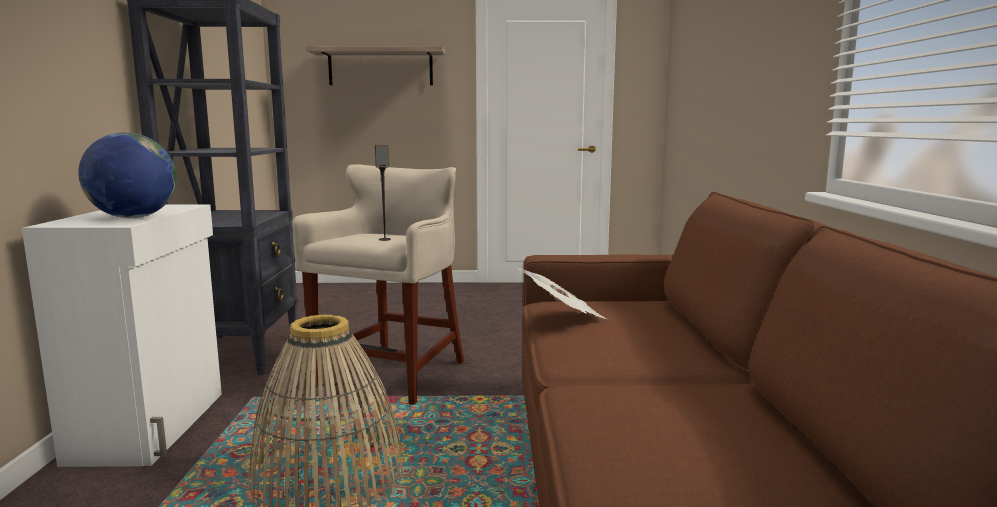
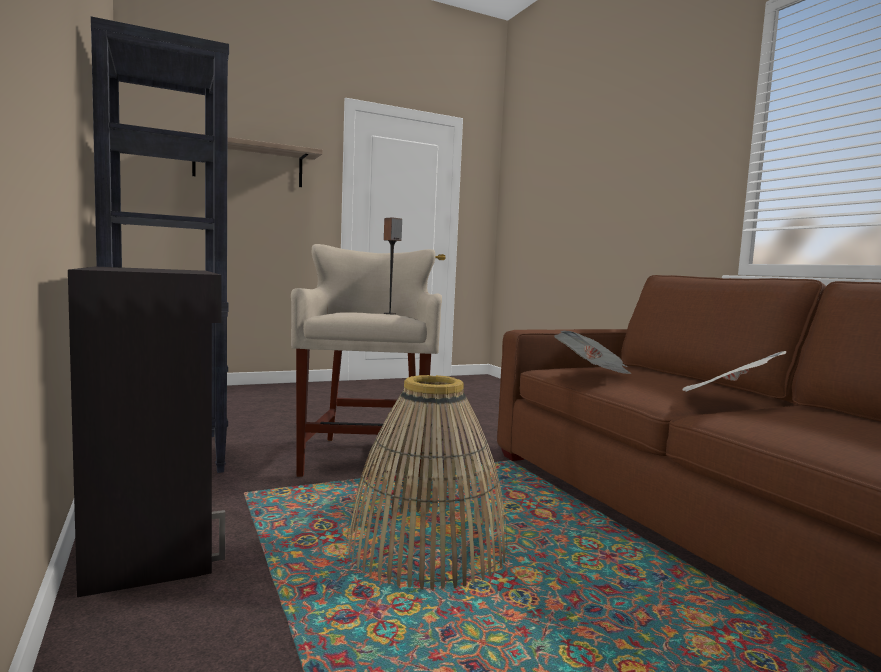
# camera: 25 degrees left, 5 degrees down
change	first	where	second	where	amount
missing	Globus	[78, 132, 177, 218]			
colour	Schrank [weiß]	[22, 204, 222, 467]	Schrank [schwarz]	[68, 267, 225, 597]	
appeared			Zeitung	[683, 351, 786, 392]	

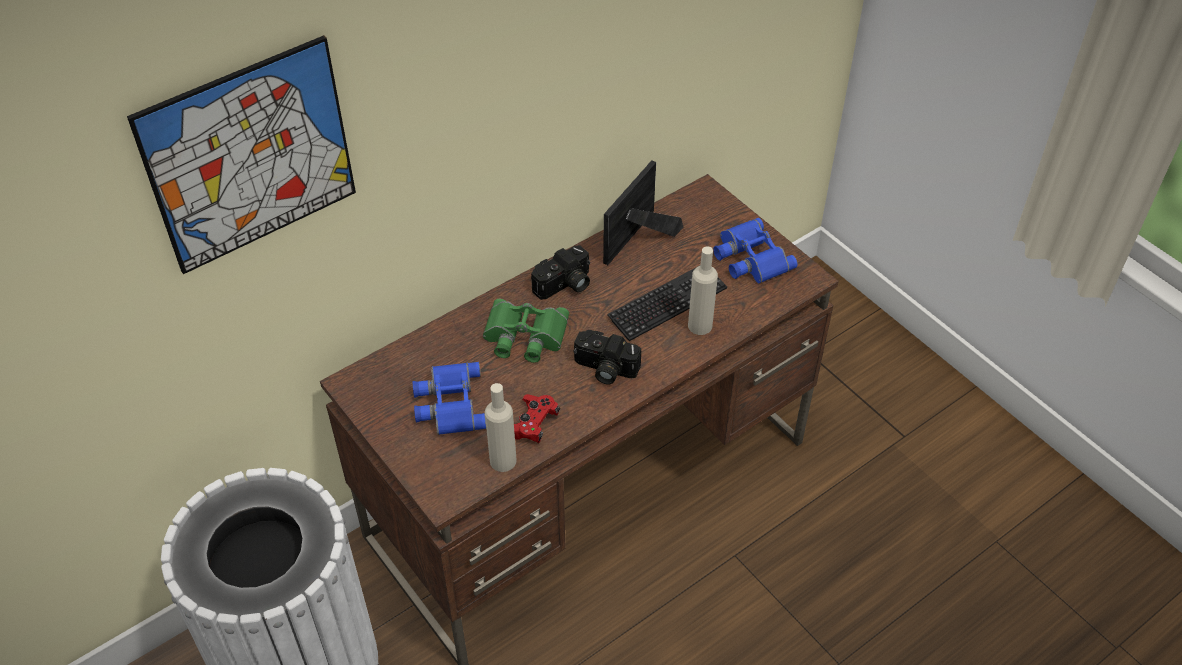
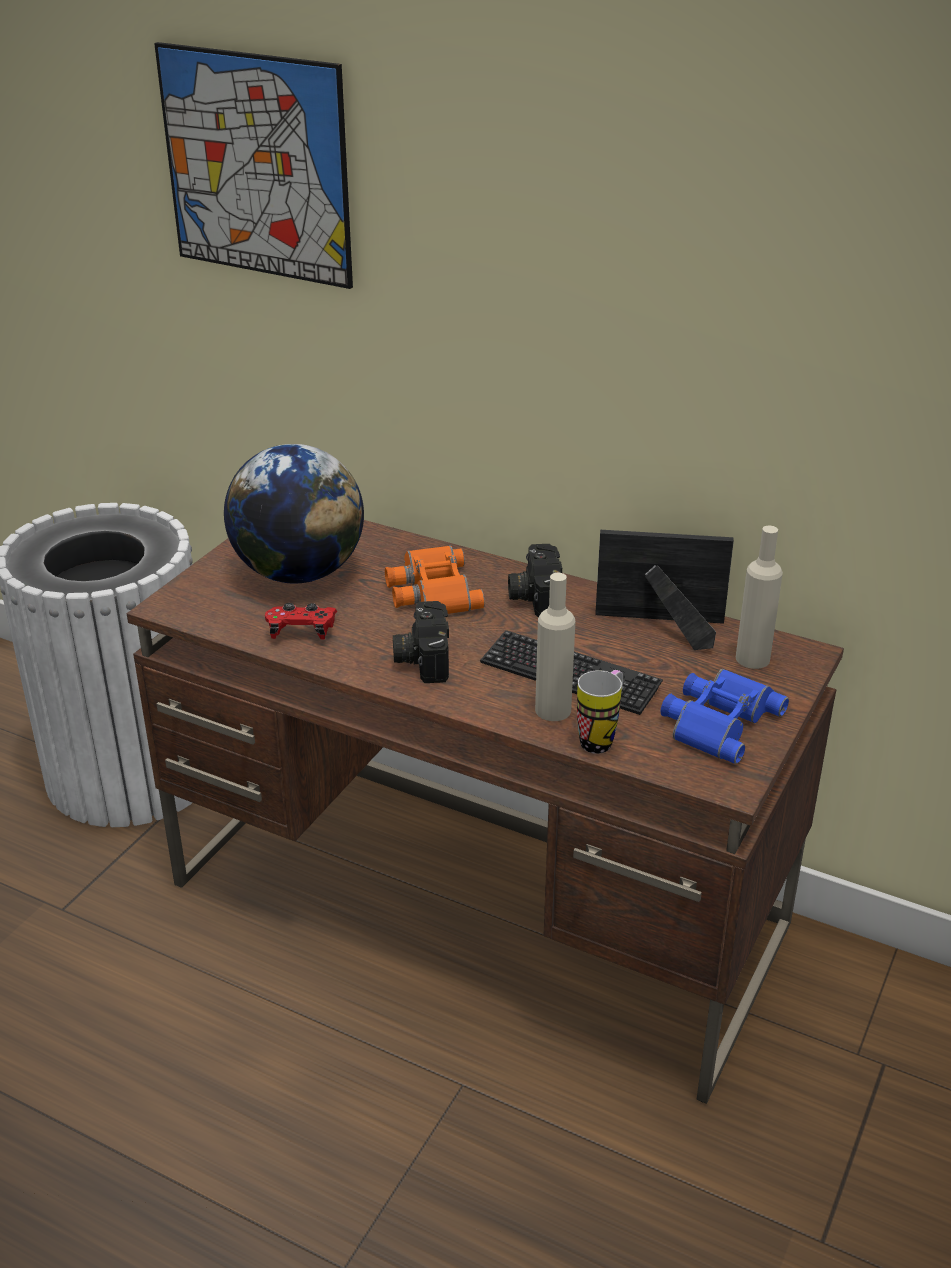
# camera: 65 degrees right, 15 degrees down
change	first	where	second	where	amount
spun	Kamera	[531, 245, 590, 300]		[508, 544, 562, 618]	60 degrees clockwise
colour	Fernglas [grün]	[483, 299, 569, 363]	Fernglas [orange]	[385, 545, 485, 614]	
exchanged	Fernglas [blau]	[413, 362, 486, 435]	Globus	[224, 444, 364, 584]	
relocated	Flasche [beige]	[485, 383, 517, 472]		[736, 526, 783, 669]	
appeared			Henkelbecher	[577, 670, 623, 754]	

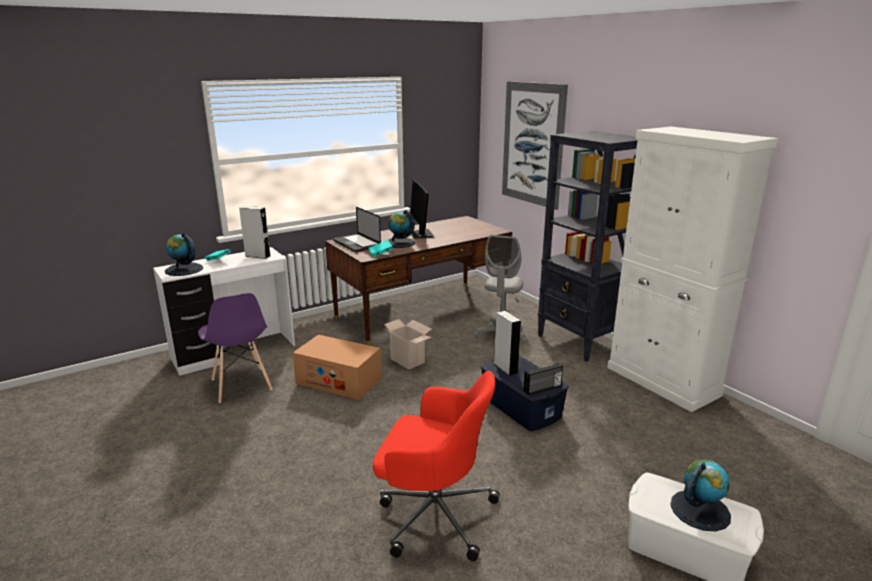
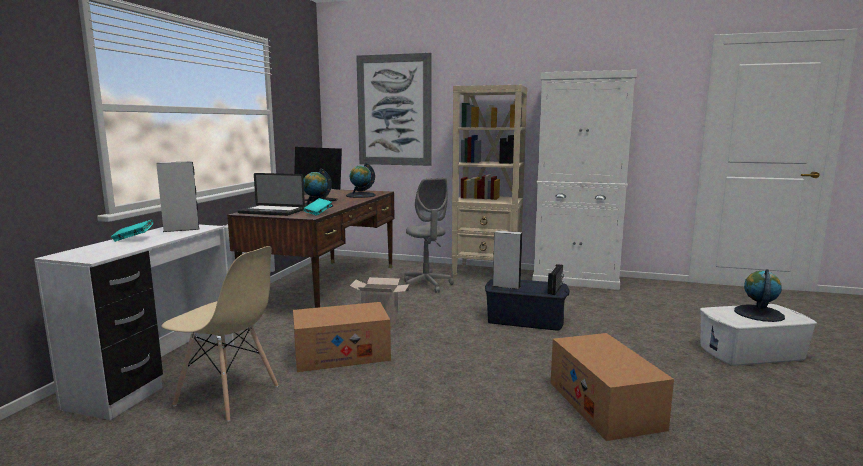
# camera: 40 degrees left, 10 degrees down
change	first	where	second	where	amount
colour	Bücherregal [schwarz]	[538, 131, 637, 362]	Bücherregal [beige]	[452, 85, 527, 278]	
relocated	Globus	[165, 232, 203, 276]		[346, 163, 376, 198]	
colour	Stuhl [lila]	[198, 293, 273, 403]	Stuhl [beige]	[161, 246, 278, 422]	
exchanged	Bürostuhl [rot]	[373, 371, 500, 561]	Karton	[551, 333, 674, 441]	

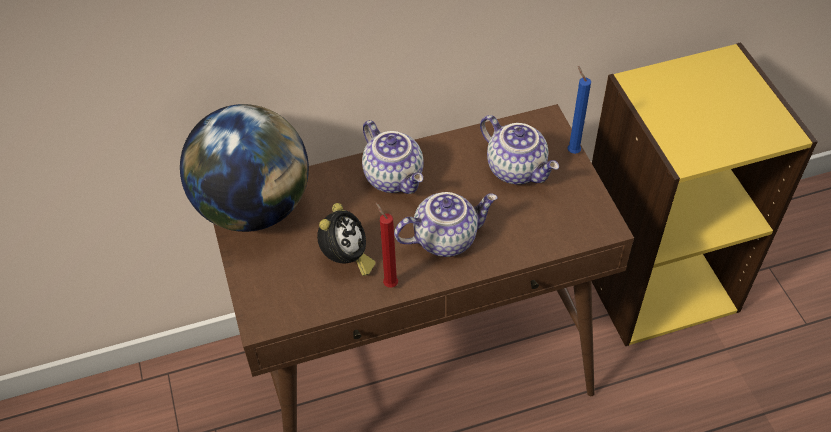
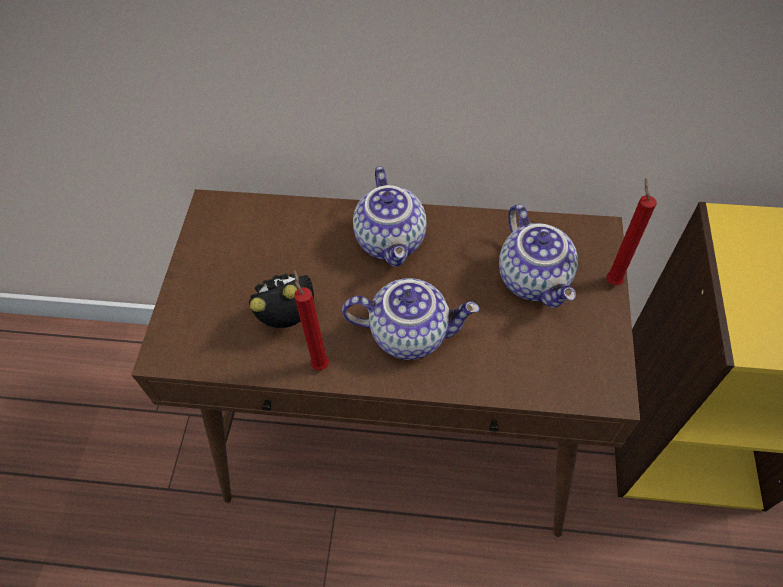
# camera: 25 degrees right, 5 degrees up
change	first	where	second	where	amount
colour	Kerze [blau]	[567, 66, 591, 154]	Kerze [rot]	[606, 178, 657, 285]	
missing	Globus	[180, 104, 309, 232]			
spun	Wecker	[317, 203, 376, 276]		[249, 273, 314, 328]	150 degrees counterclockwise

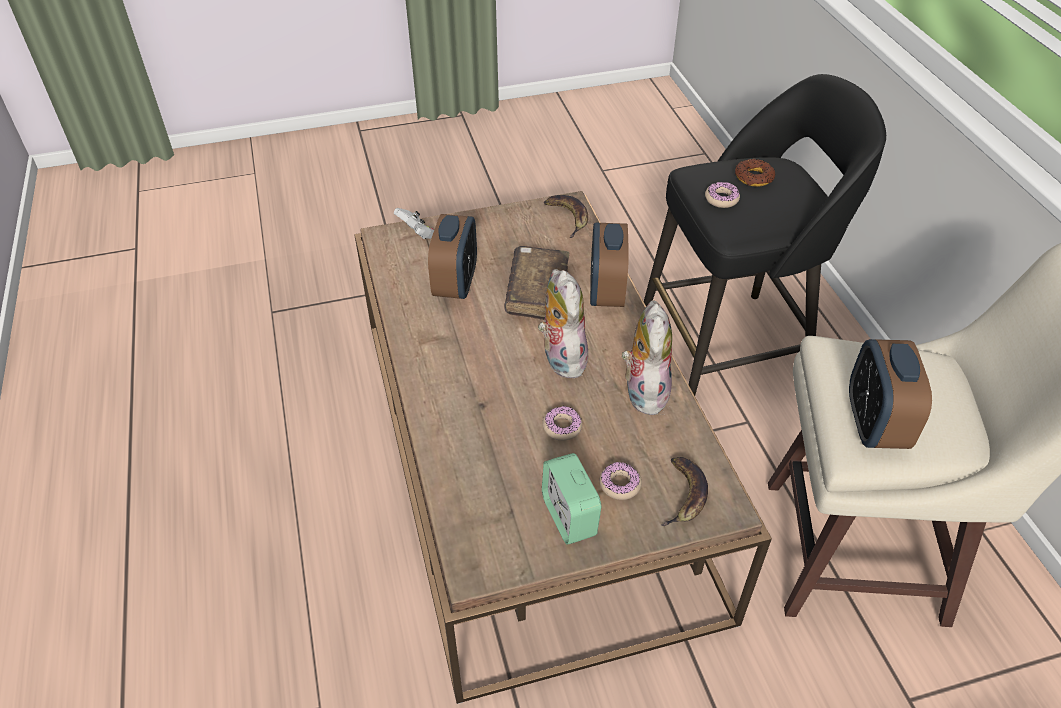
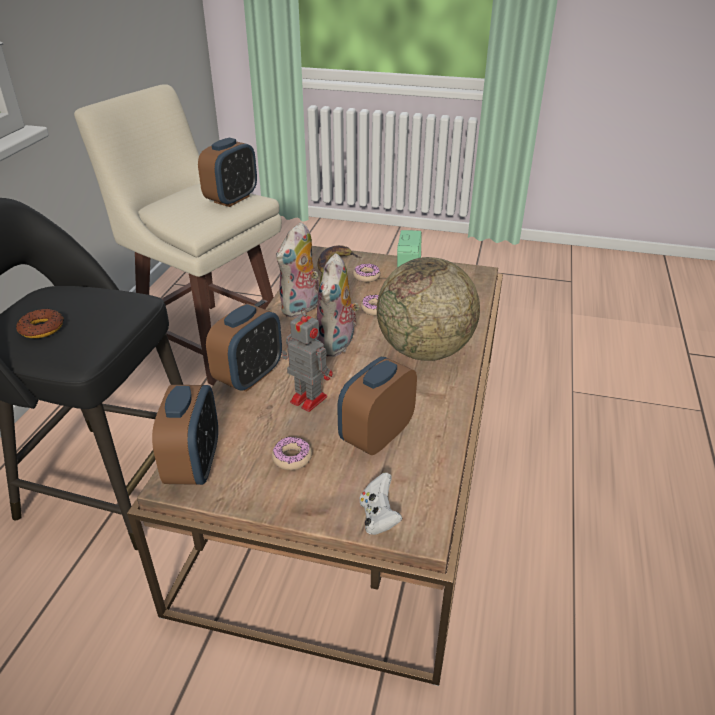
# camera: 150 degrees left, 10 degrees down
change	first	where	second	where	amount
relocated	Donut	[705, 182, 740, 208]		[272, 437, 312, 470]	
exchanged	Banane	[544, 195, 588, 238]	Wecker	[152, 385, 218, 485]	
exchanged	Buch [braun]	[504, 246, 569, 320]	Spielzeugroboter	[282, 308, 333, 412]	
appeared			Globus	[377, 257, 480, 361]	

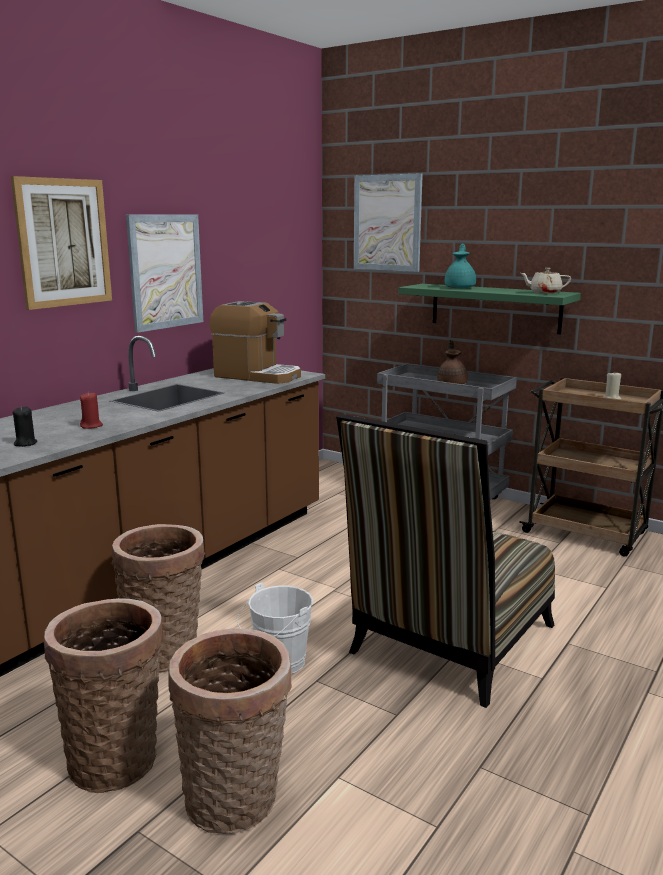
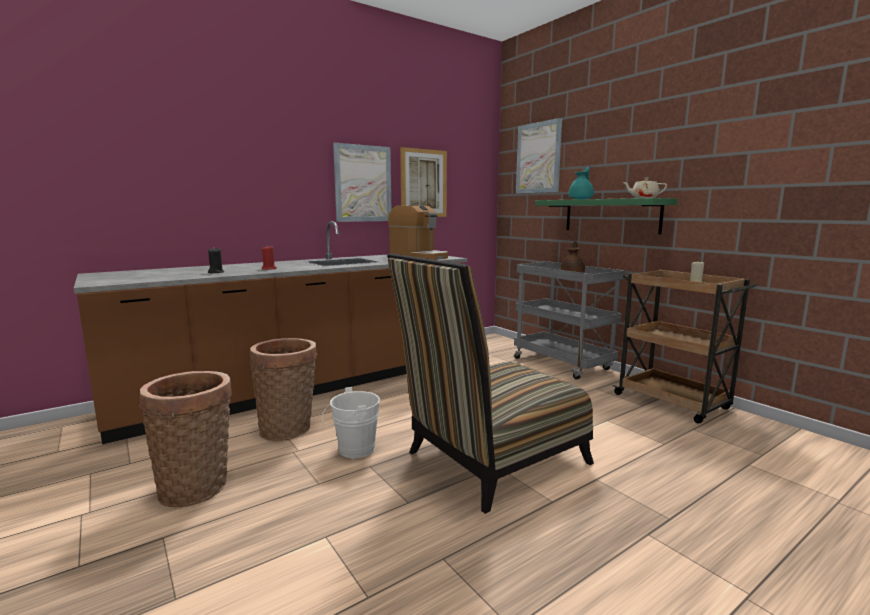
# camera: 20 degrees right, 5 degrees down
change	first	where	second	where	amount
relocated	Bild	[11, 176, 112, 310]		[400, 147, 447, 217]	
missing	Korb	[168, 629, 292, 834]			

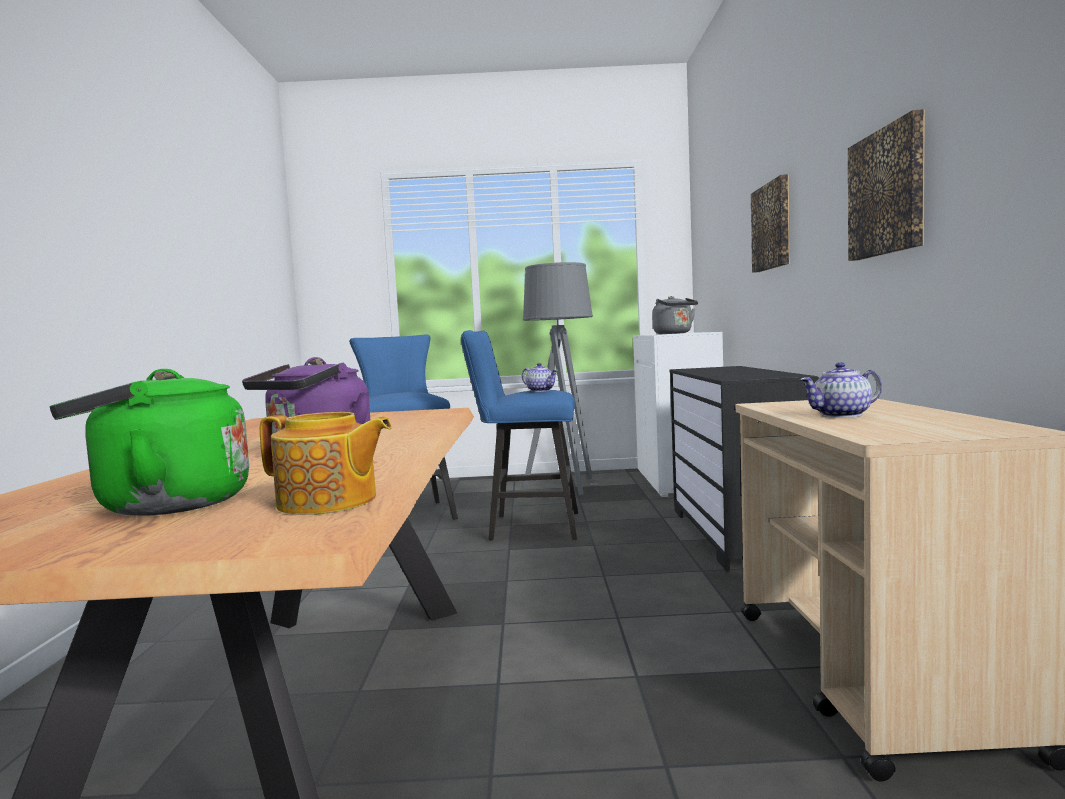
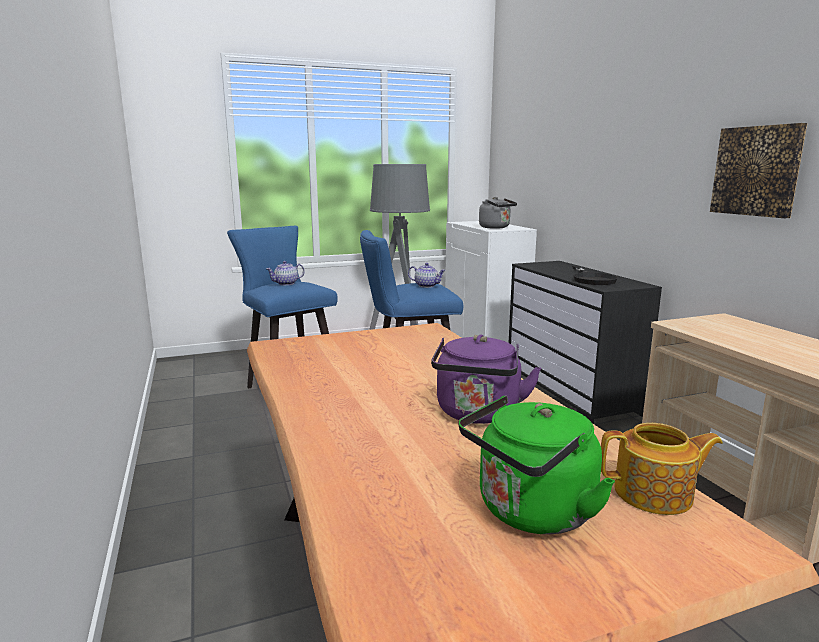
# camera: 20 degrees left, 10 degrees up
change	first	where	second	where	amount
missing	Bild	[751, 174, 790, 273]			
relocated	Teekanne	[799, 362, 882, 418]		[266, 261, 305, 285]	
appeared			Pfanne [schwarz]	[572, 266, 618, 285]	

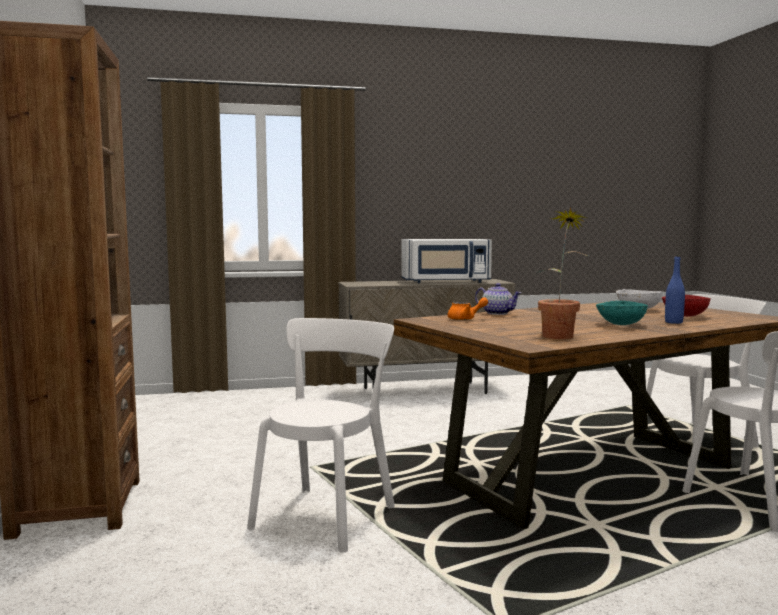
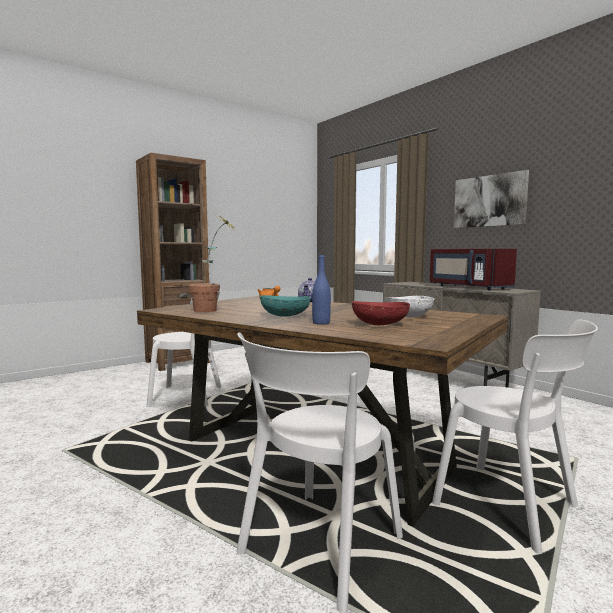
# camera: 65 degrees right, 0 degrees up
change	first	where	second	where	amount
colour	Mikrowelle [weiß]	[401, 239, 492, 283]	Mikrowelle [rot]	[430, 249, 517, 290]	
appeared			Bild	[454, 170, 529, 228]	

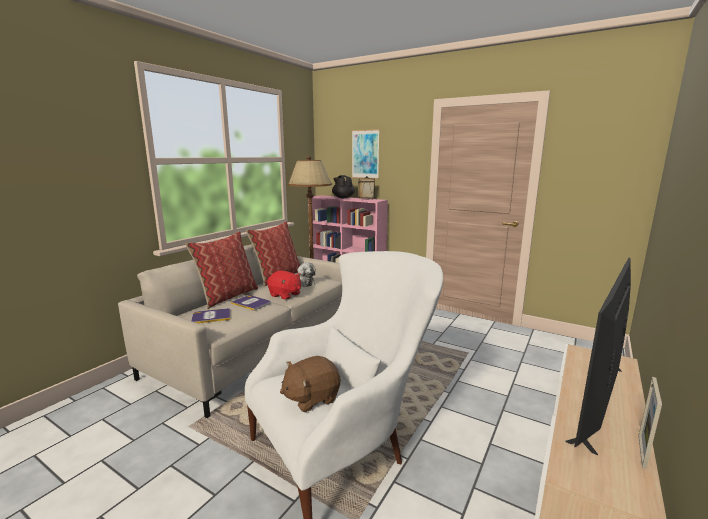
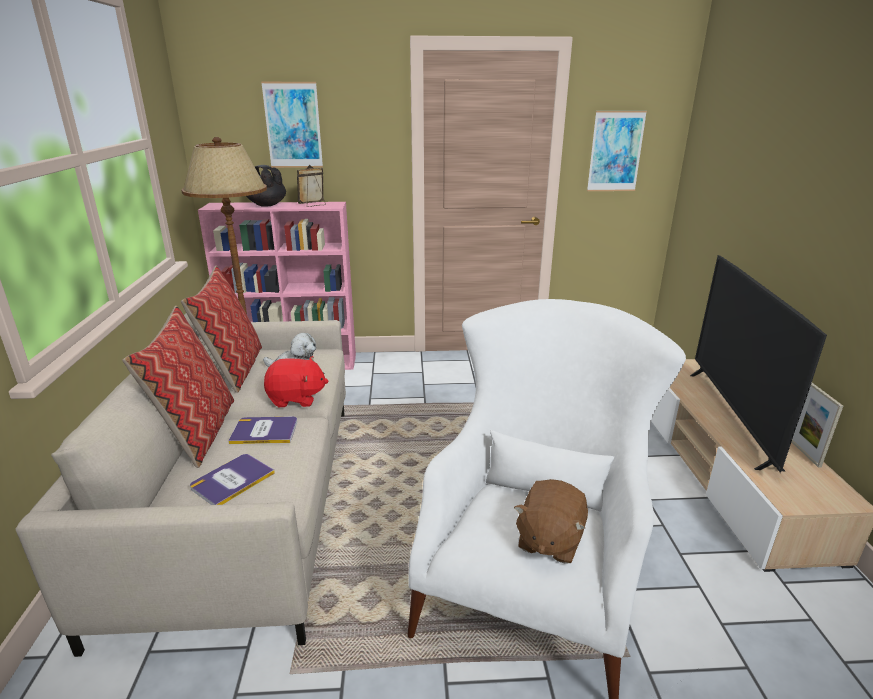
# camera: 35 degrees left, 10 degrees up
change	first	where	second	where	amount
appeared			Bild	[587, 111, 647, 191]	

